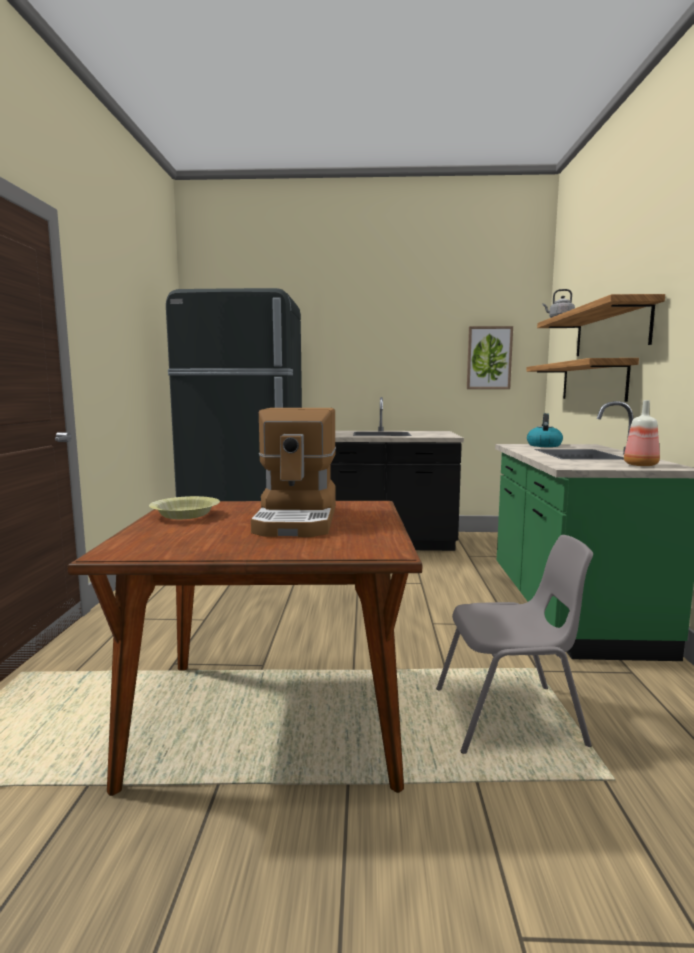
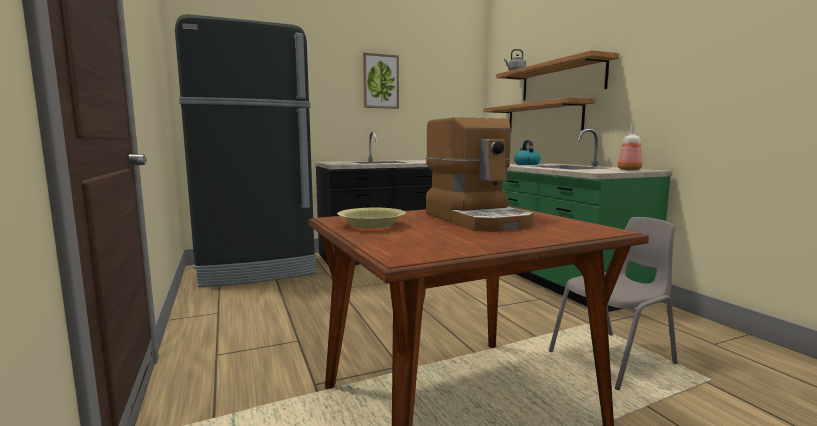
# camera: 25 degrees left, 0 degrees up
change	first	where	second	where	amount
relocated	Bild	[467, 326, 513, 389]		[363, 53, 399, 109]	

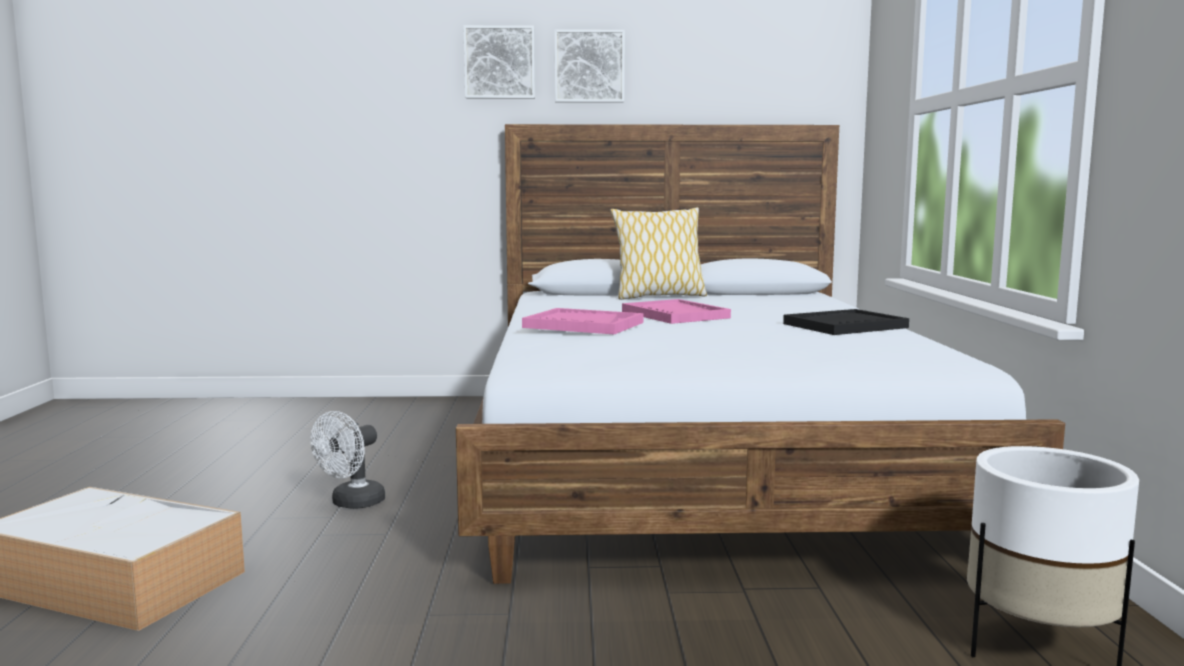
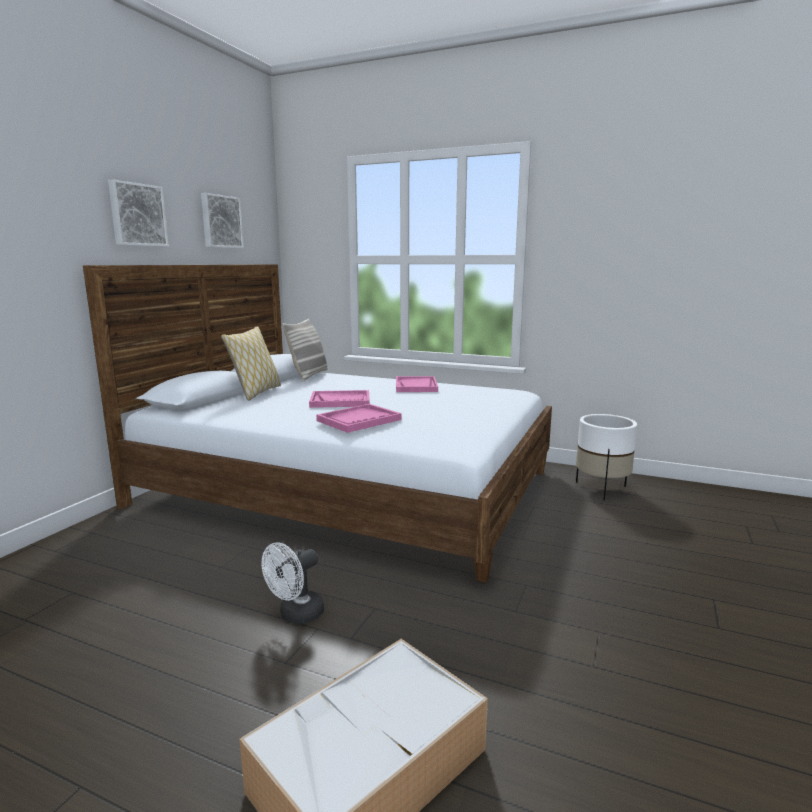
# camera: 65 degrees left, 5 degrees up
change	first	where	second	where	amount
relocated	Bild	[463, 25, 535, 99]		[201, 193, 244, 248]	
colour	Tablett [schwarz]	[783, 309, 909, 335]	Tablett [rosa]	[396, 376, 438, 392]	
spun	Ventilator [weiß]	[311, 411, 385, 509]		[262, 542, 324, 624]	75 degrees clockwise
appeared			Kissen	[282, 319, 328, 382]	

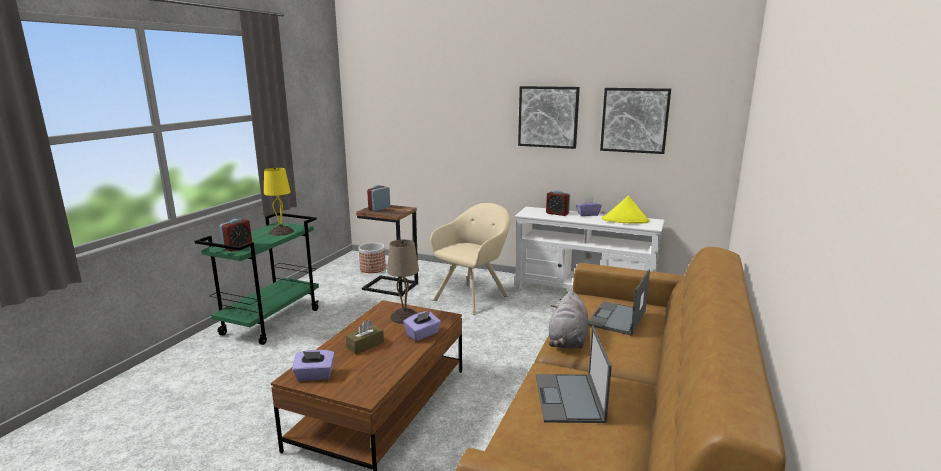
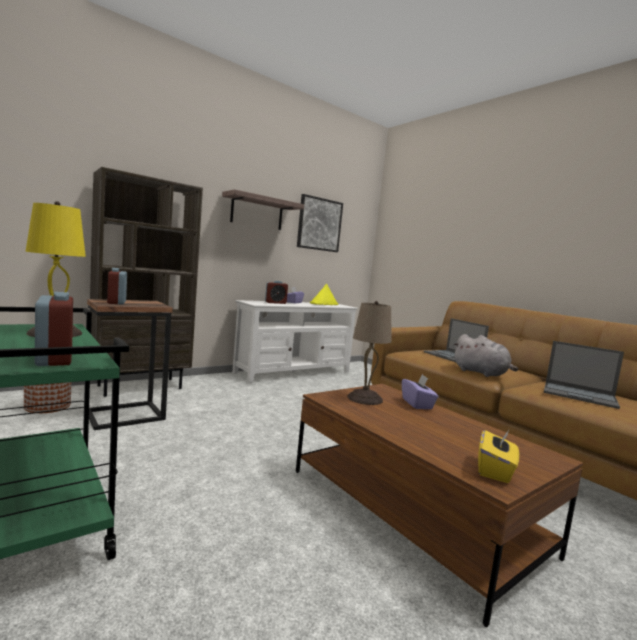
# camera: 60 degrees left, 10 degrees down
change	first	where	second	where	amount
exchanged	Bild	[518, 86, 580, 149]	Wandregal	[222, 189, 304, 230]	
missing	Sessel [beige]	[430, 203, 511, 315]			
missing	Taschentuchbox [braun]	[346, 320, 384, 354]			
colour	Taschentuchbox [lila]	[292, 350, 335, 381]	Taschentuchbox [gelb]	[478, 430, 519, 483]	
appeared			Bücherregal [braun]	[90, 167, 203, 397]	

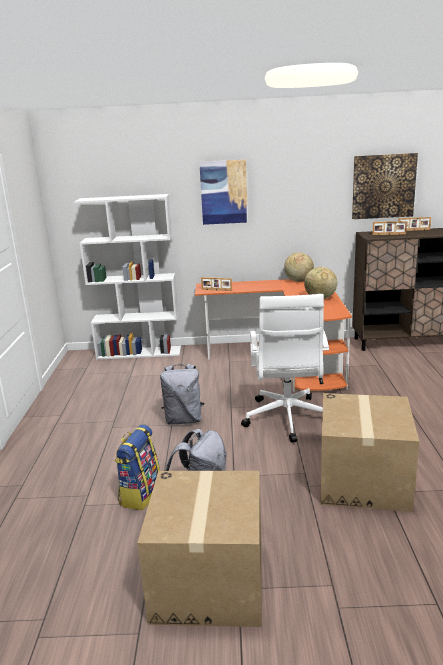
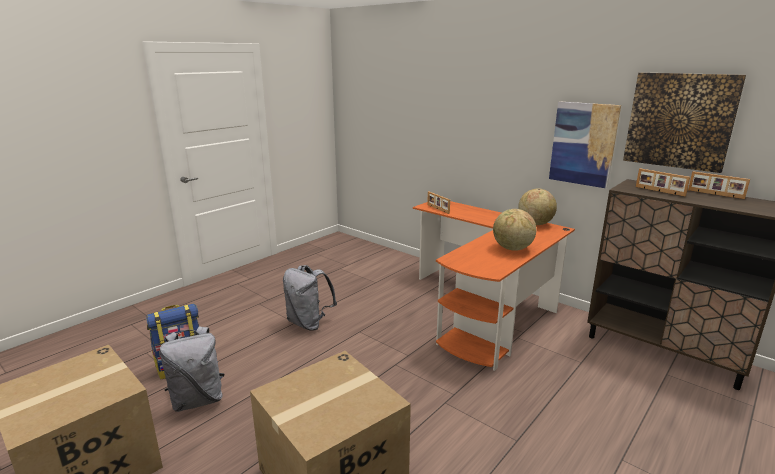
# camera: 40 degrees right, 0 degrees up
change	first	where	second	where	amount
relocated	Bild	[199, 159, 248, 225]		[549, 101, 621, 189]	
missing	Bücherregal [weiß]	[74, 194, 181, 360]			
missing	Bürostuhl [weiß]	[241, 294, 329, 443]			

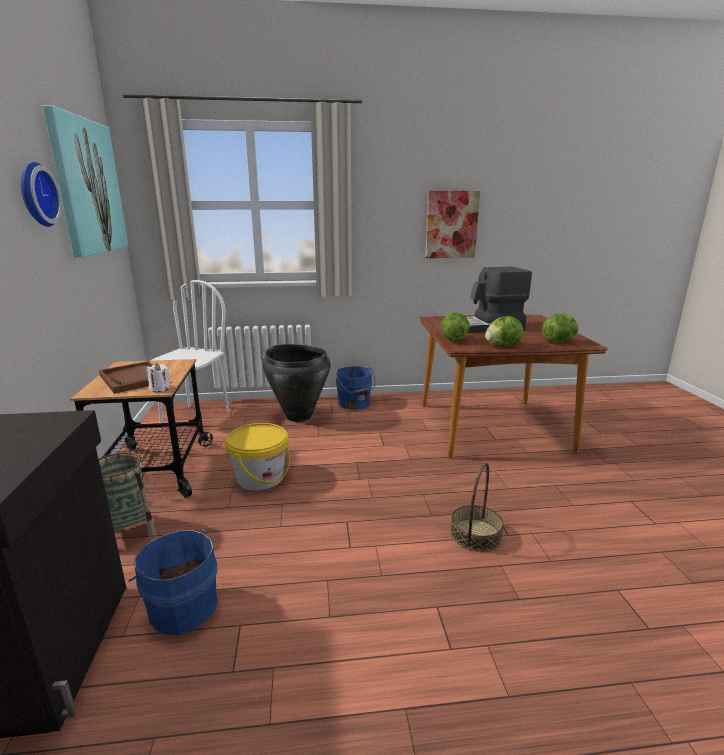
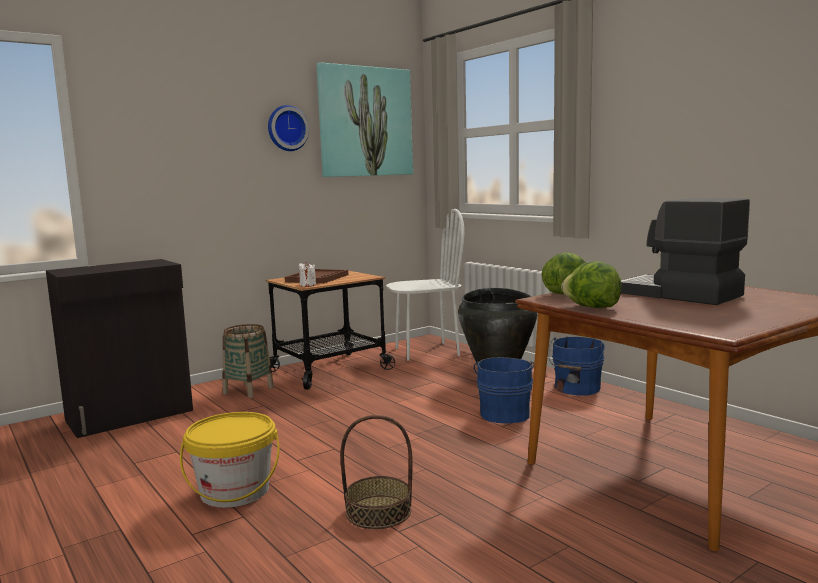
# camera: 60 degrees right, 10 degrees down
change	first	where	second	where	amount
missing	Bild	[425, 191, 480, 258]			
missing	Salatkopf	[542, 313, 578, 342]			
relocated	Eimer [gelb]	[225, 423, 290, 490]		[180, 412, 280, 508]	
relocated	Eimer [blau]	[128, 529, 218, 635]		[474, 357, 534, 423]	

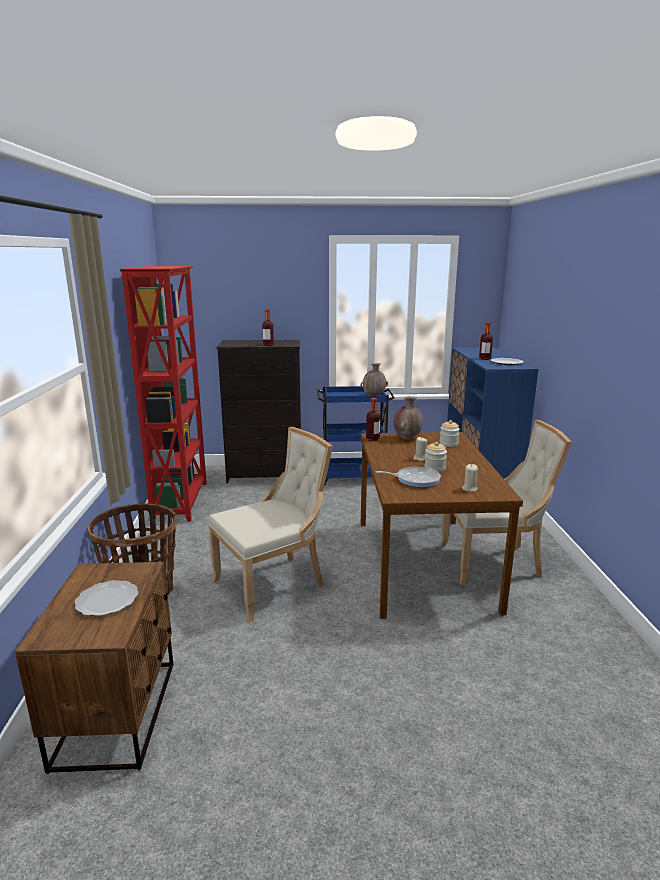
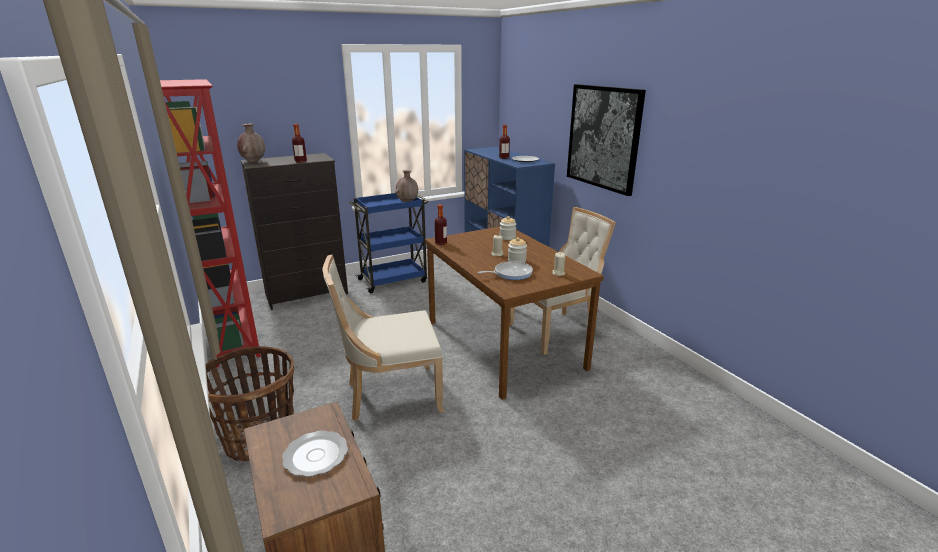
# camera: 25 degrees left, 5 degrees up
change	first	where	second	where	amount
relocated	Vase [braun]	[393, 396, 423, 440]		[237, 124, 265, 162]	
spun	Stuhl [beige]	[208, 427, 333, 622]		[322, 254, 444, 421]	135 degrees counterclockwise
appeared			Bild	[567, 84, 646, 196]	

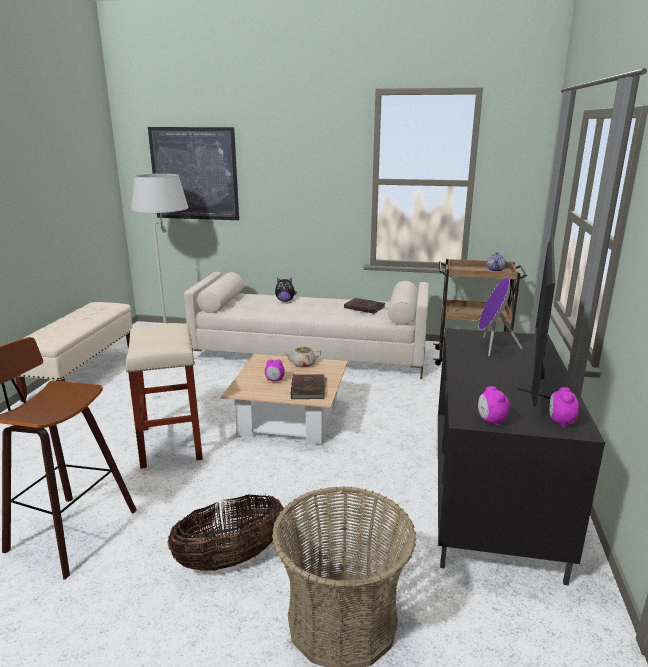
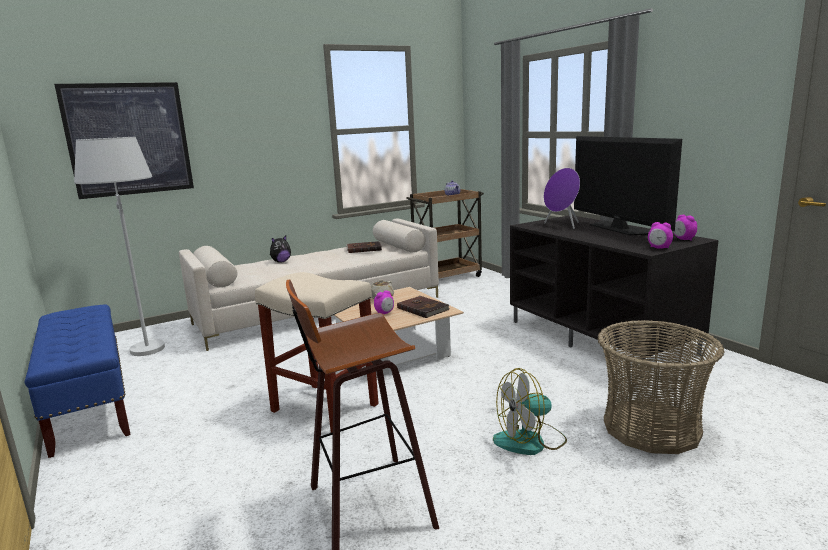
# camera: 40 degrees left, 5 degrees down
change	first	where	second	where	amount
colour	Bank [beige]	[15, 302, 133, 402]	Bank [blau]	[25, 304, 131, 458]	
exchanged	Korb	[167, 495, 286, 571]	Ventilator	[493, 368, 567, 455]	

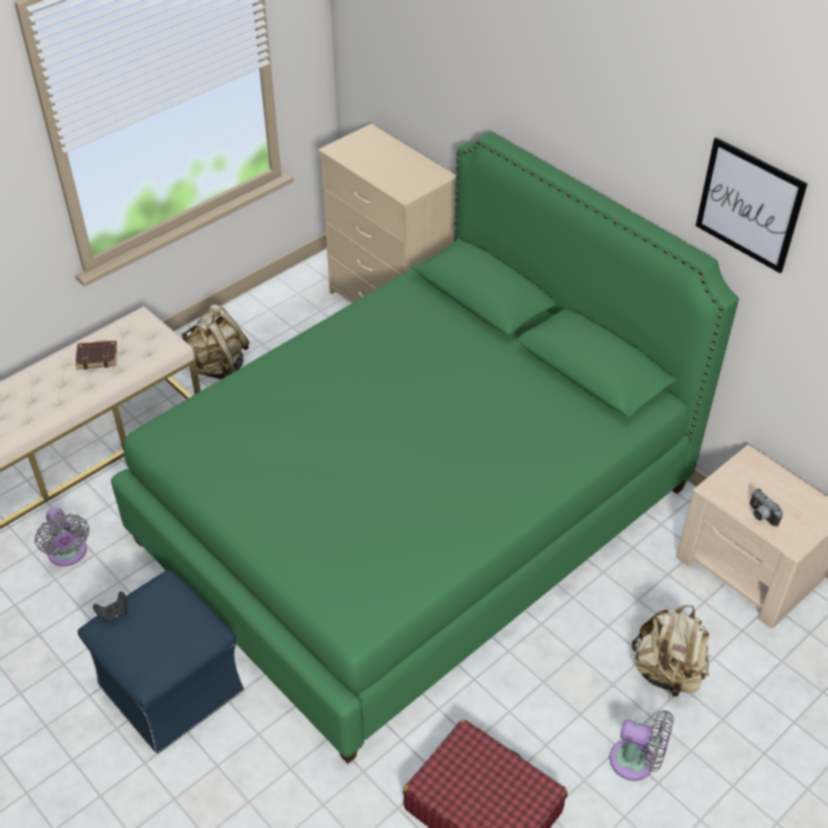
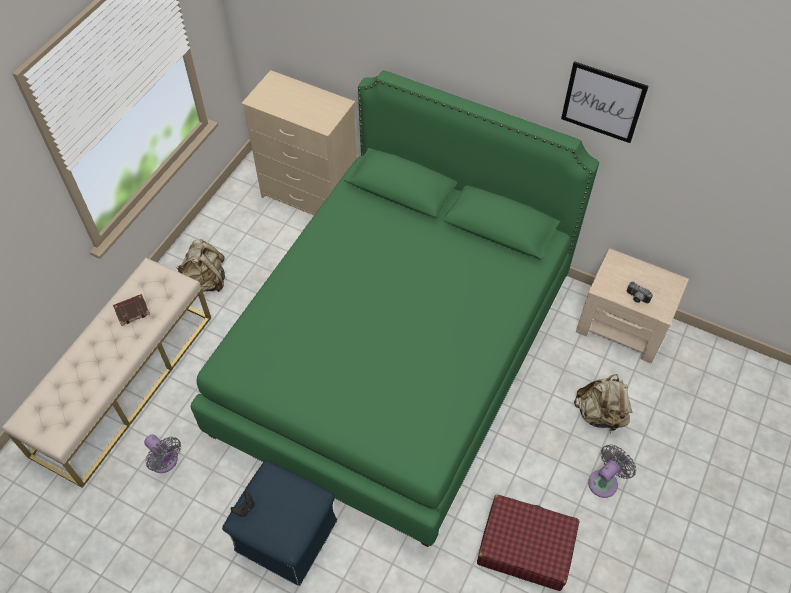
# camera: 20 degrees left, 10 degrees up
change	first	where	second	where	amount
spun	Ventilator [grau]	[610, 710, 674, 781]		[588, 444, 636, 498]	45 degrees counterclockwise

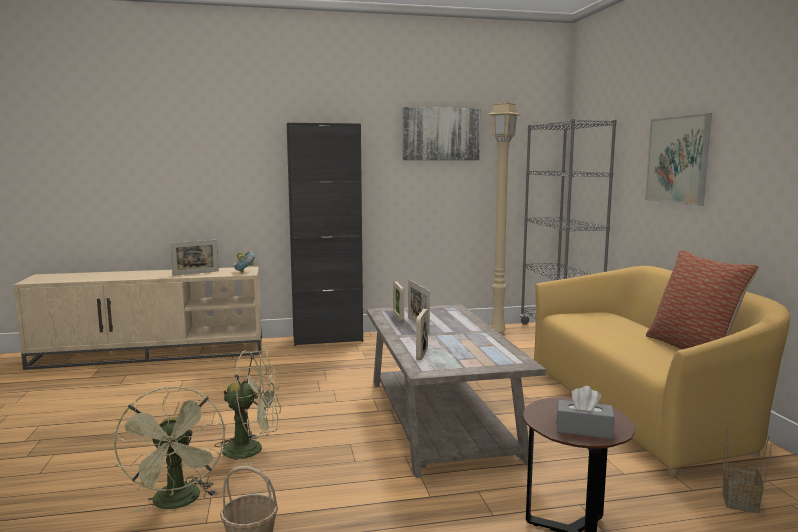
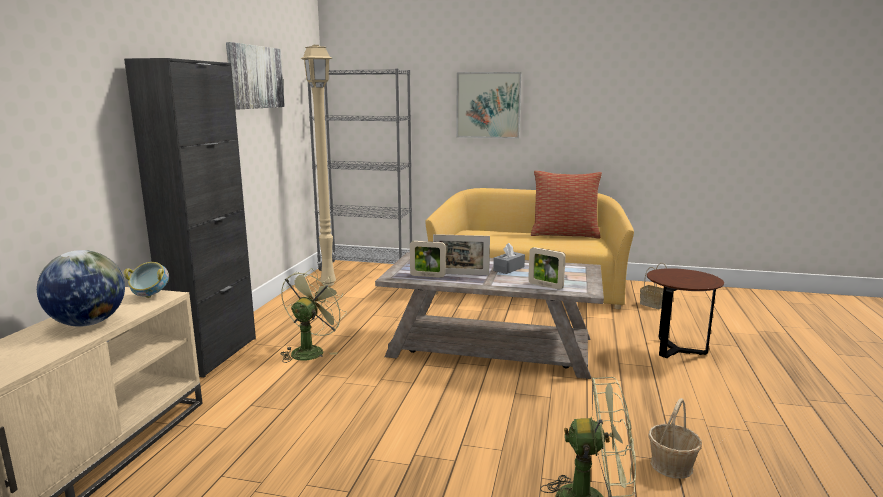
# camera: 65 degrees left, 5 degrees up
change	first	where	second	where	amount
exchanged	Bilderrahmen	[170, 240, 219, 276]	Globus	[37, 250, 125, 327]	
relocated	Ventilator [grün]	[215, 350, 281, 466]		[280, 268, 347, 363]	
relocated	Taschentuchbox [grau]	[556, 386, 614, 439]		[493, 243, 525, 274]	

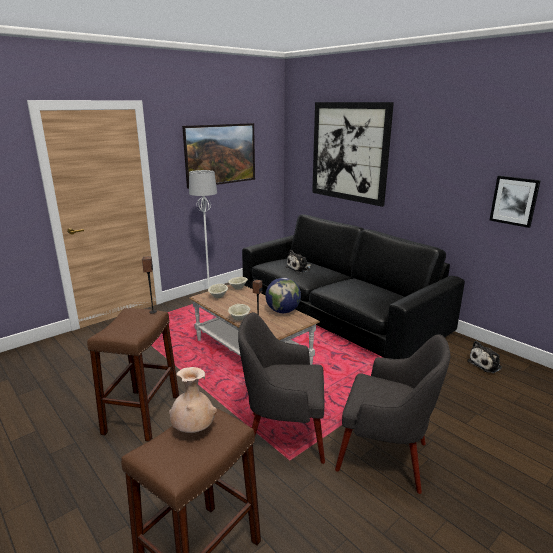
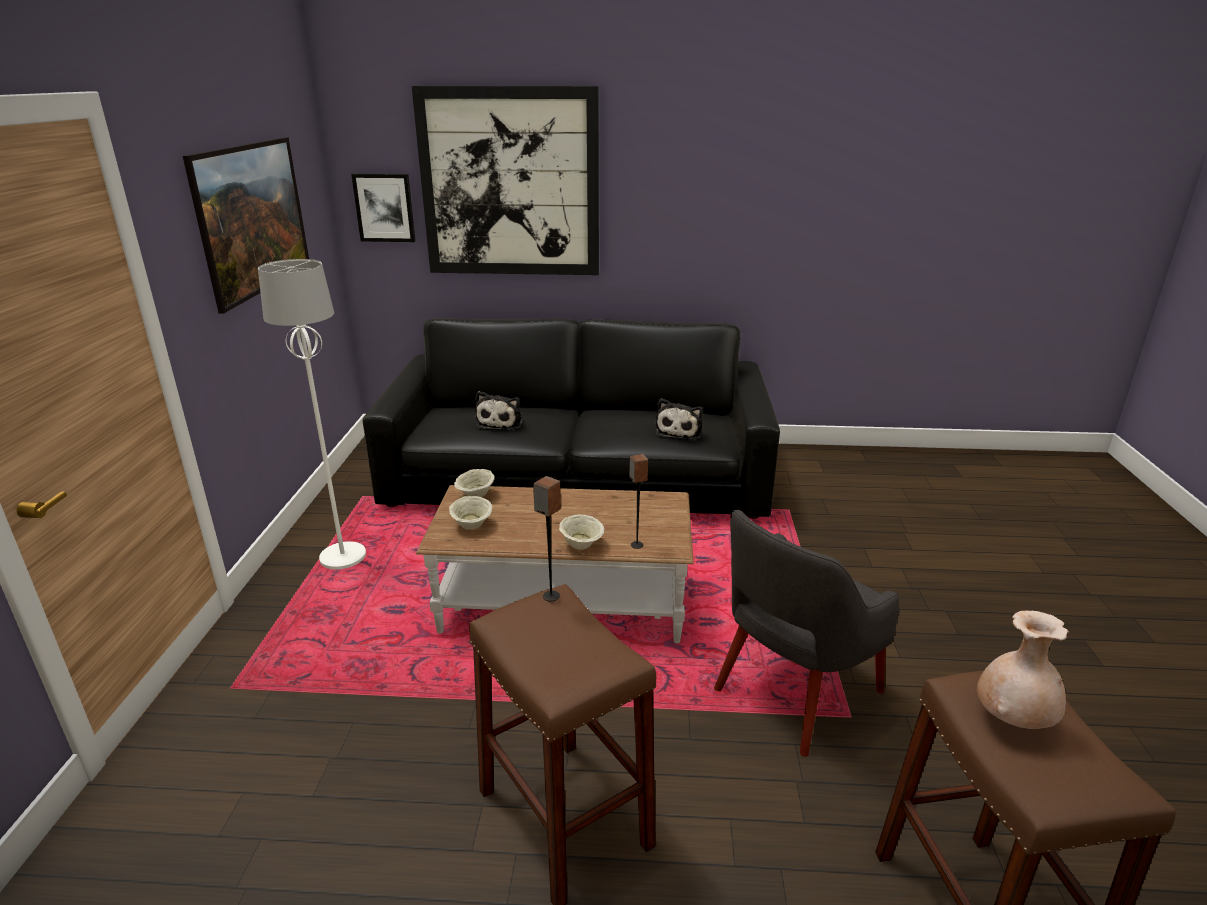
# camera: 45 degrees left, 5 degrees up
change	first	where	second	where	amount
relocated	Bild	[490, 176, 541, 228]		[351, 173, 416, 242]	
missing	Globus	[265, 278, 301, 313]			
missing	Sessel [grau]	[335, 334, 451, 494]			
relocated	Plüschtier	[467, 341, 502, 373]		[655, 398, 703, 440]	

